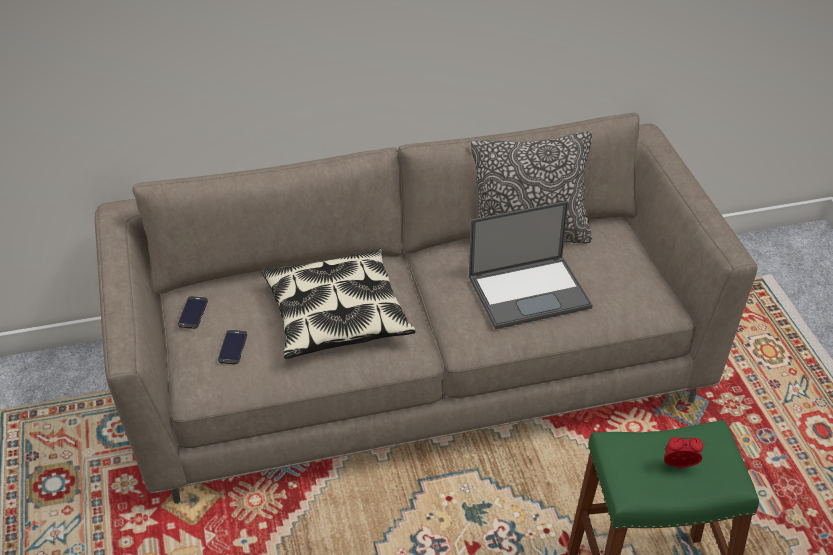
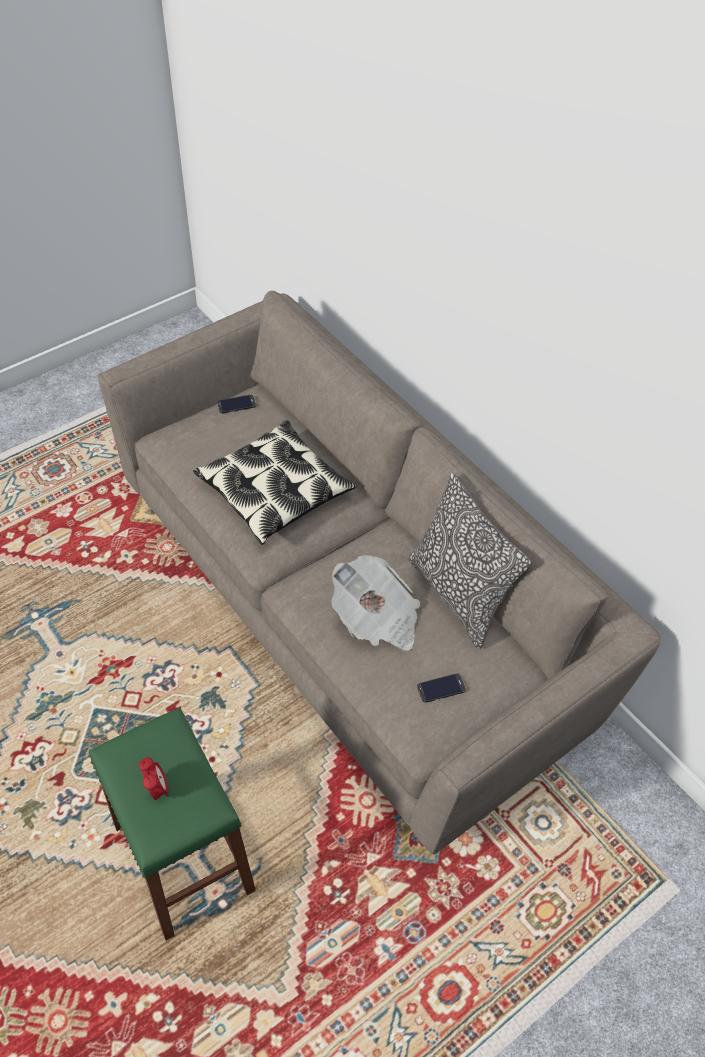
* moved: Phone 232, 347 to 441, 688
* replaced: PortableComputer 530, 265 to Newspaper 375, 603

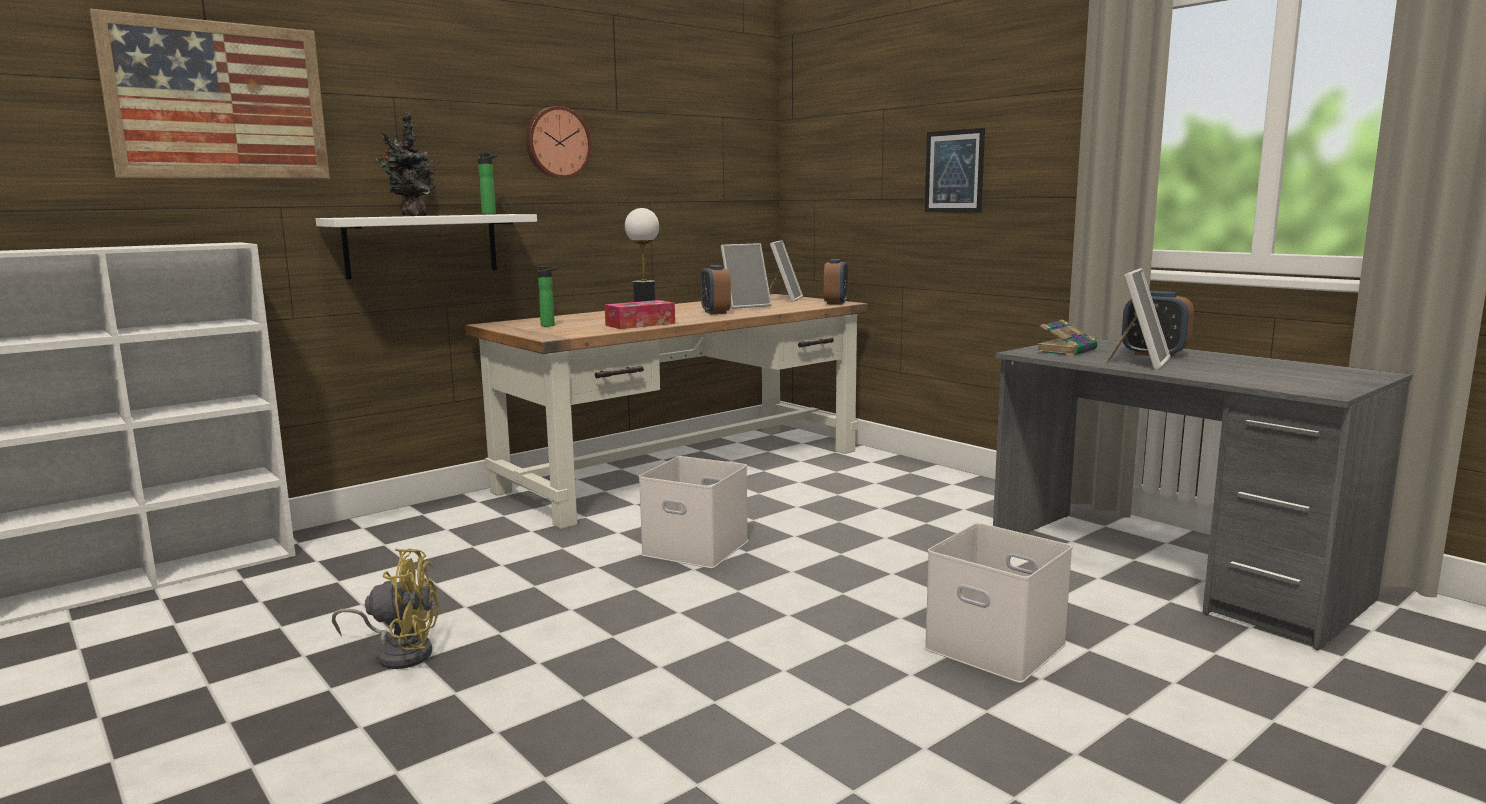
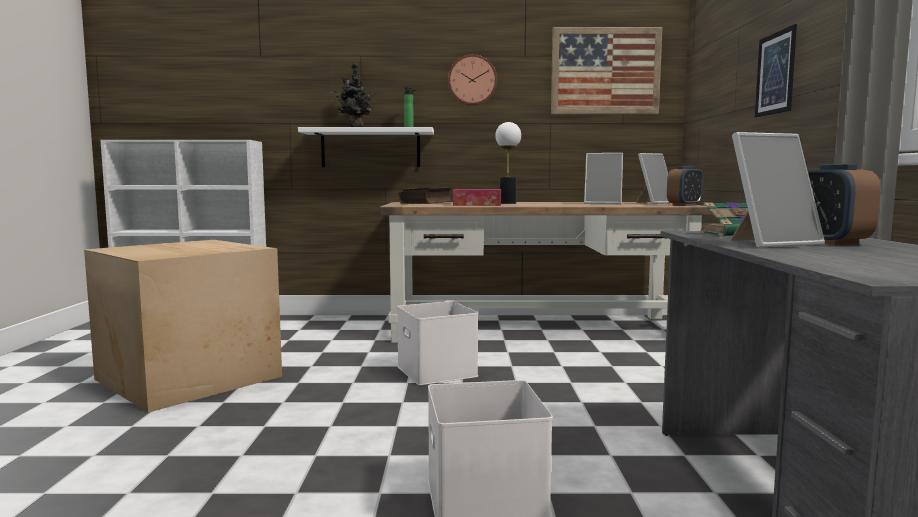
* removed: AlarmClock 715, 289
* moved: WallArt 210, 94 to 606, 70
* replaced: YellowishFan 385, 608 to PackingBox 183, 326
* replaced: Bottle 547, 296 to BoundBook 425, 195

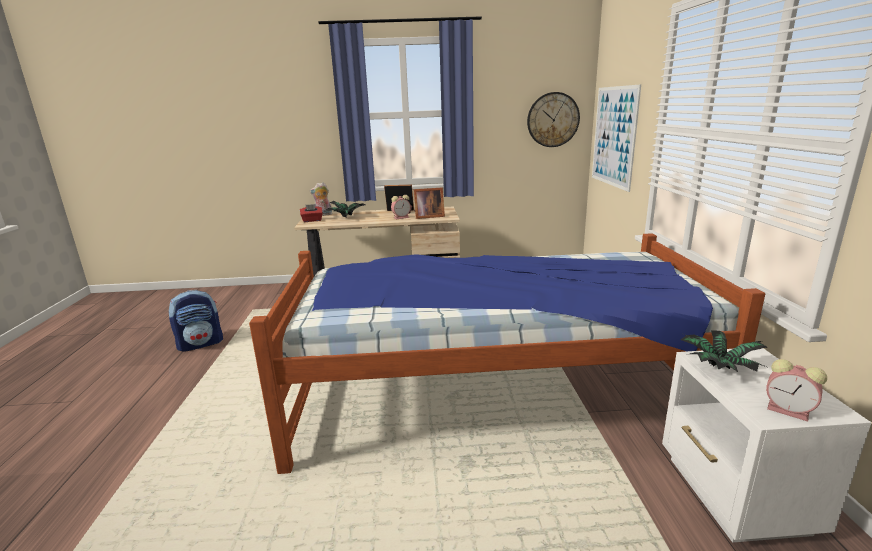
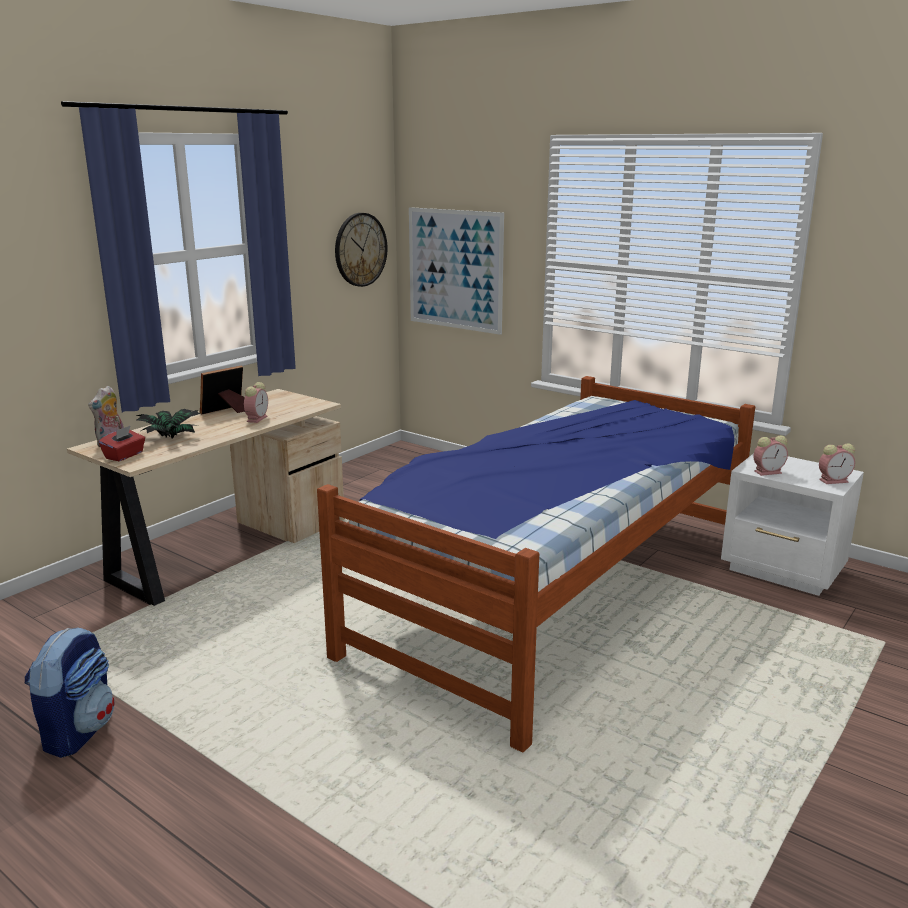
* removed: PictureFrame 429, 203
* replaced: PottedPlant 724, 351 to AlarmClock 770, 455

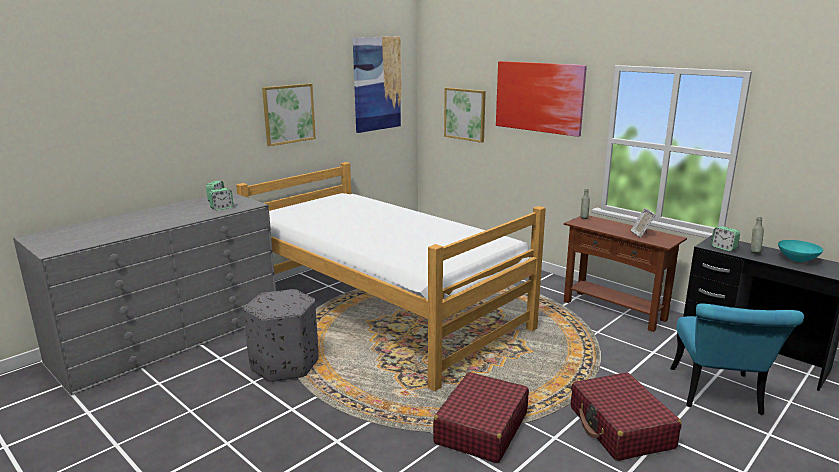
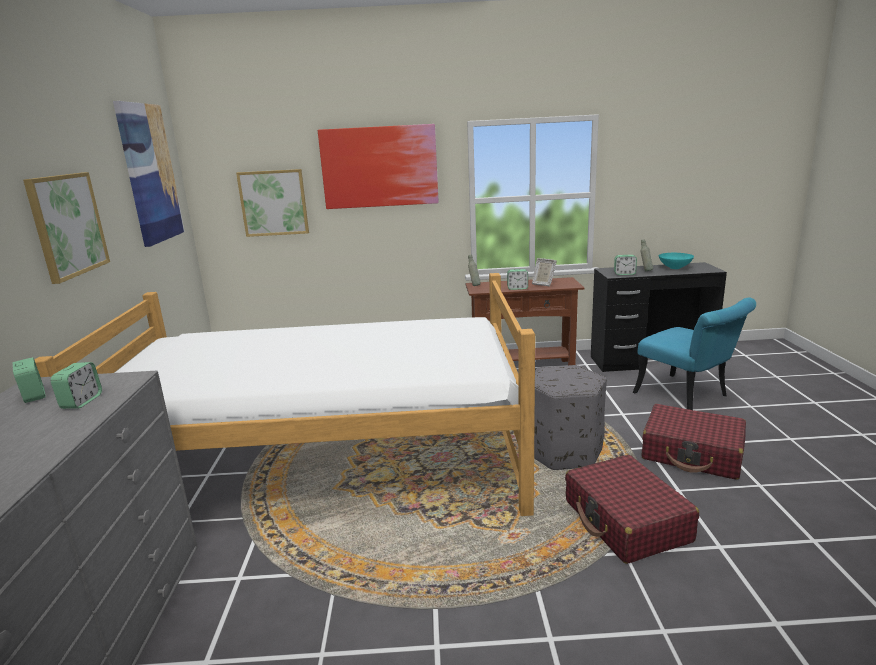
* added: AlarmClock 517, 279
* moved: GreyPouffe 281, 336 to 570, 417

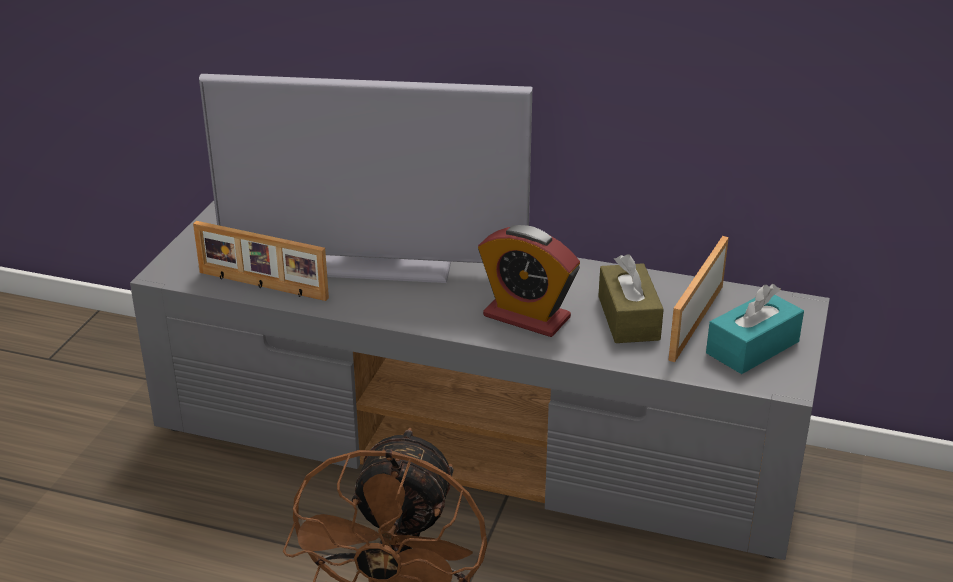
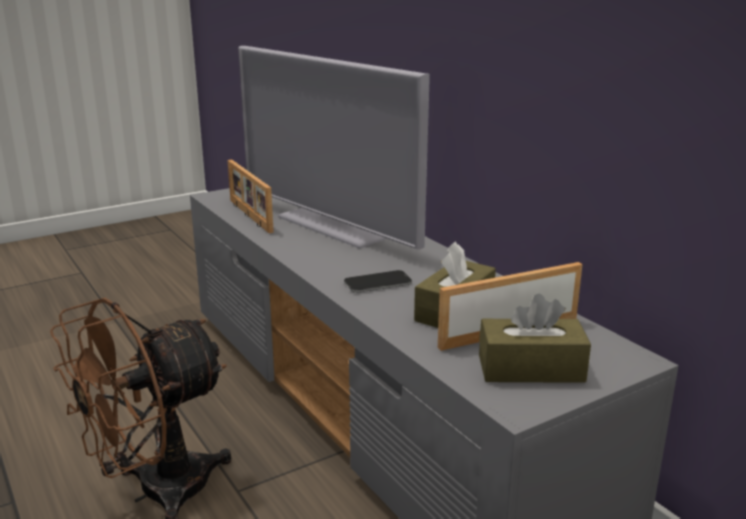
* replaced: AlarmClock 529, 281 to Phone 378, 281
* recoloured: TurquoiseTissueHolder 755, 329 to BrownishTissueHolder 535, 338

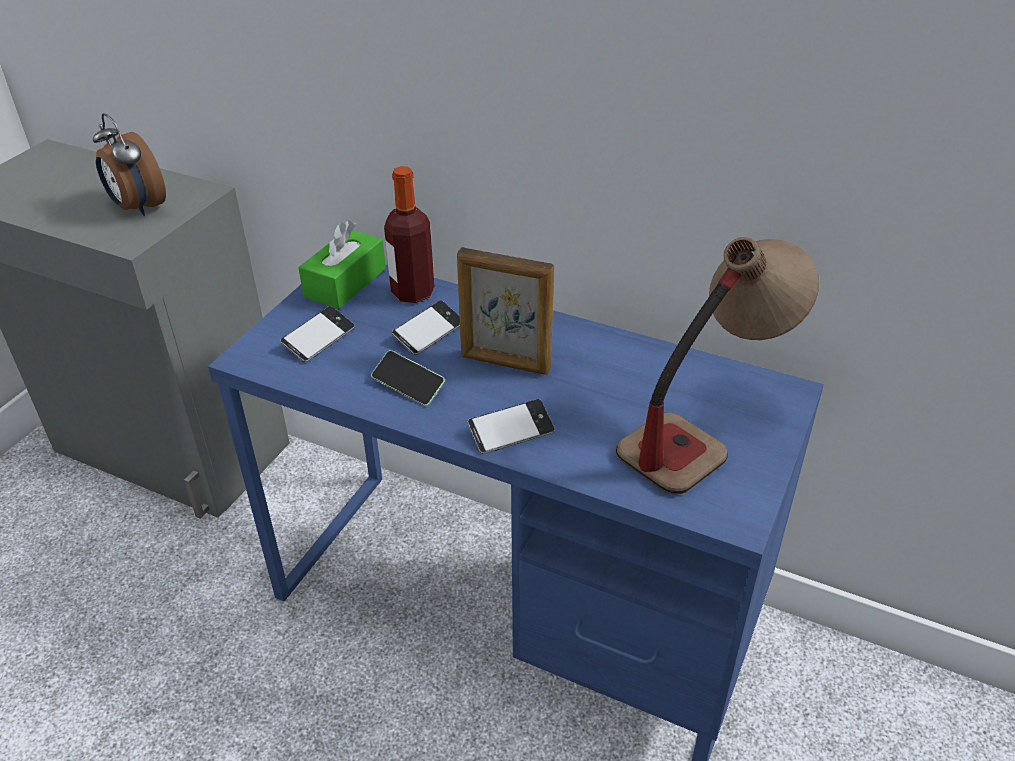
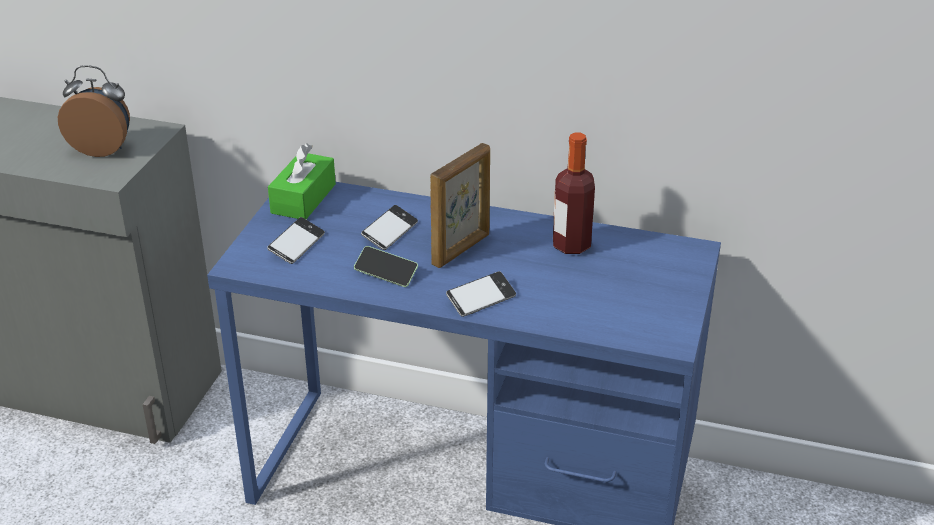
* removed: TableLamp 717, 366
* moved: Bottle 409, 234 to 574, 193
* turned: AlarmClock 129, 164 = 94, 111 150 degrees clockwise
* turned: PictureFrame 505, 311 = 460, 205 60 degrees counterclockwise

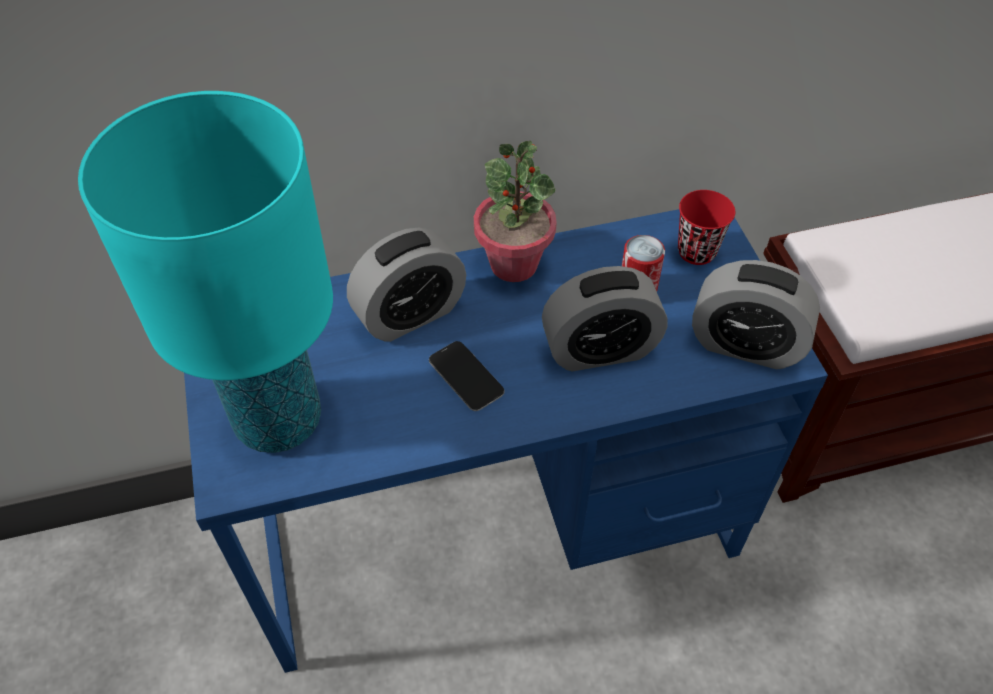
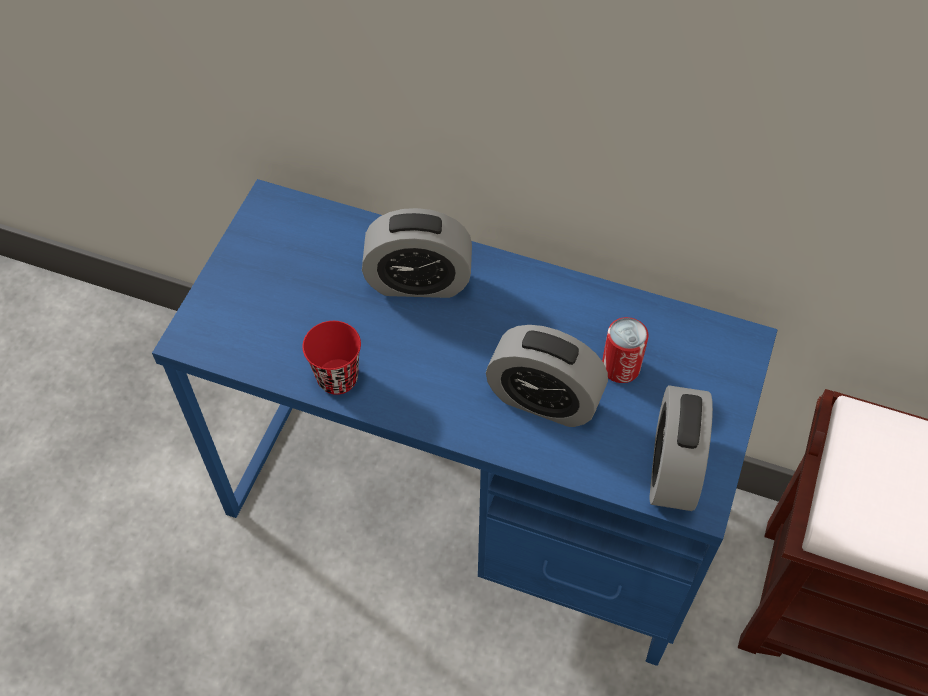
* removed: TurquoiseTableLamp 205, 272
* removed: Phone 467, 376
* removed: PottedPlant 515, 211
* moved: RedColouredSmallCup 706, 227 to 331, 358
* turned: AlarmClock 756, 314 = 681, 448 45 degrees clockwise

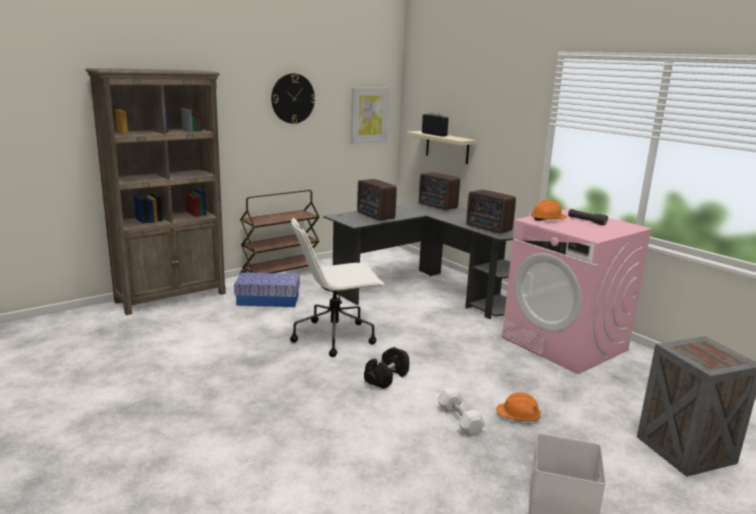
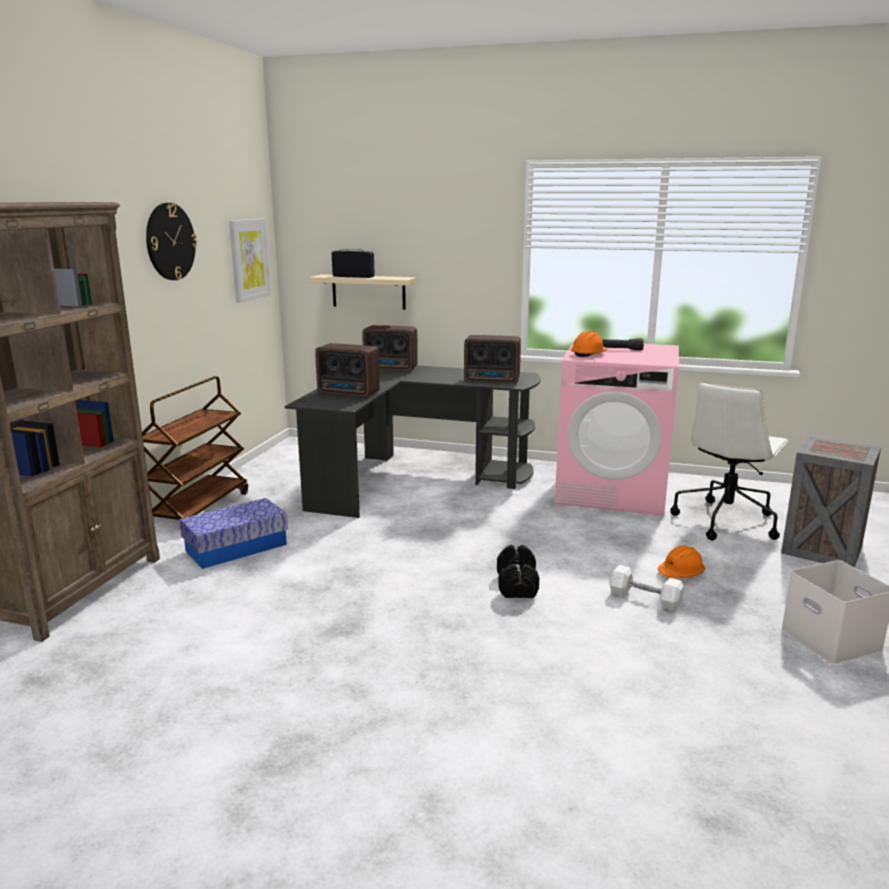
* moved: WhiteDeskChair 337, 287 to 730, 461

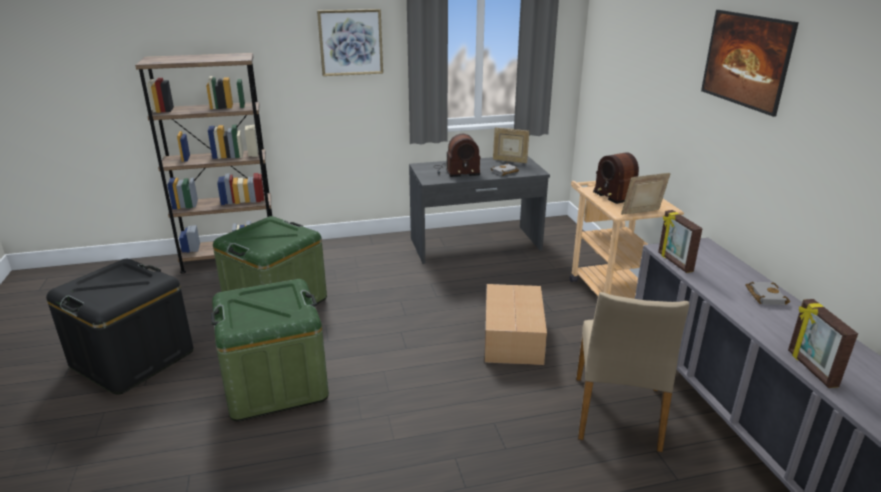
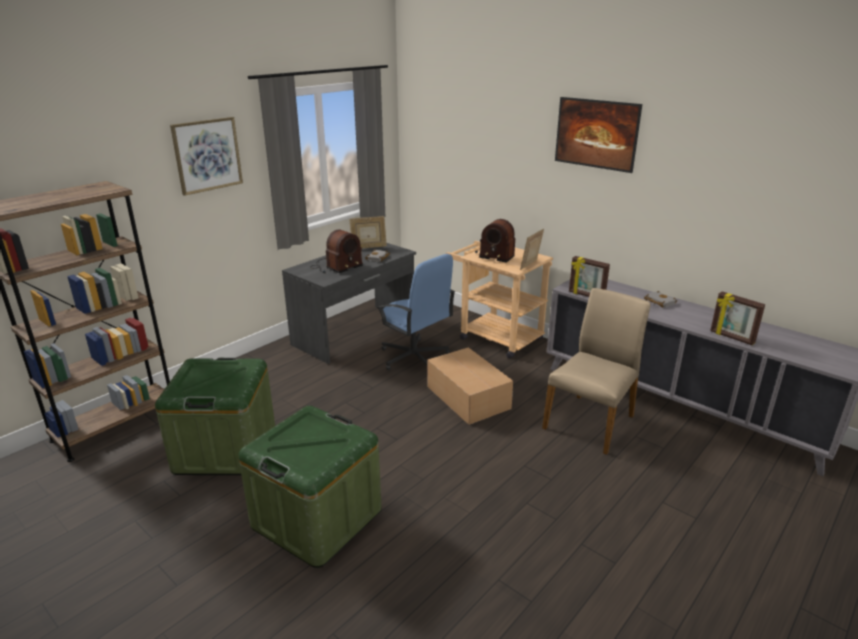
* removed: BlackColouredStorageBox 119, 327
* added: BluishDeskChair 416, 312
* turned: SandColouredUprightChair 632, 372 = 596, 371 120 degrees counterclockwise

